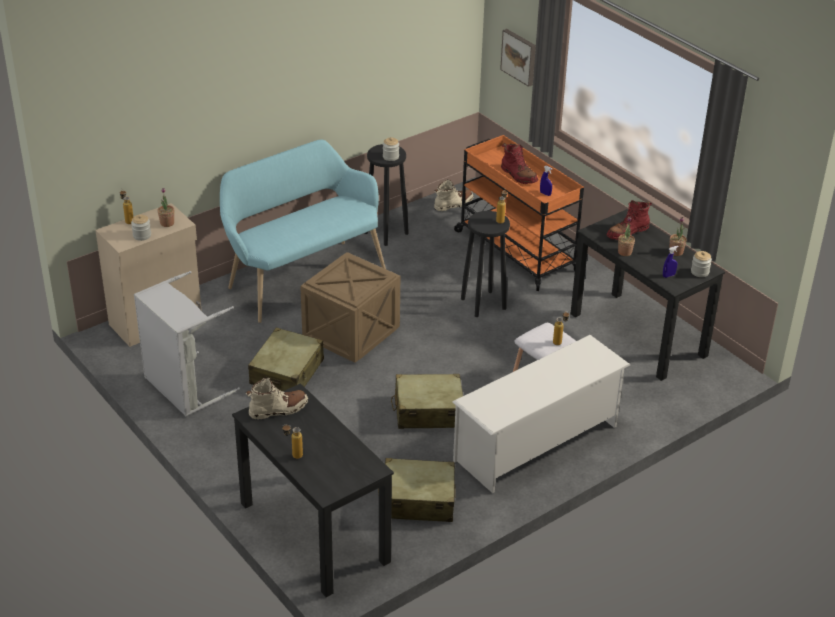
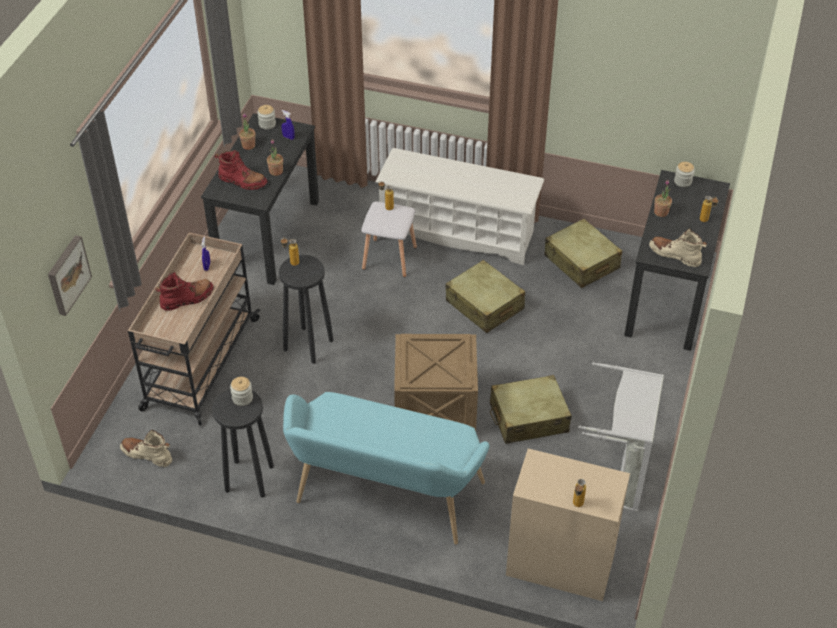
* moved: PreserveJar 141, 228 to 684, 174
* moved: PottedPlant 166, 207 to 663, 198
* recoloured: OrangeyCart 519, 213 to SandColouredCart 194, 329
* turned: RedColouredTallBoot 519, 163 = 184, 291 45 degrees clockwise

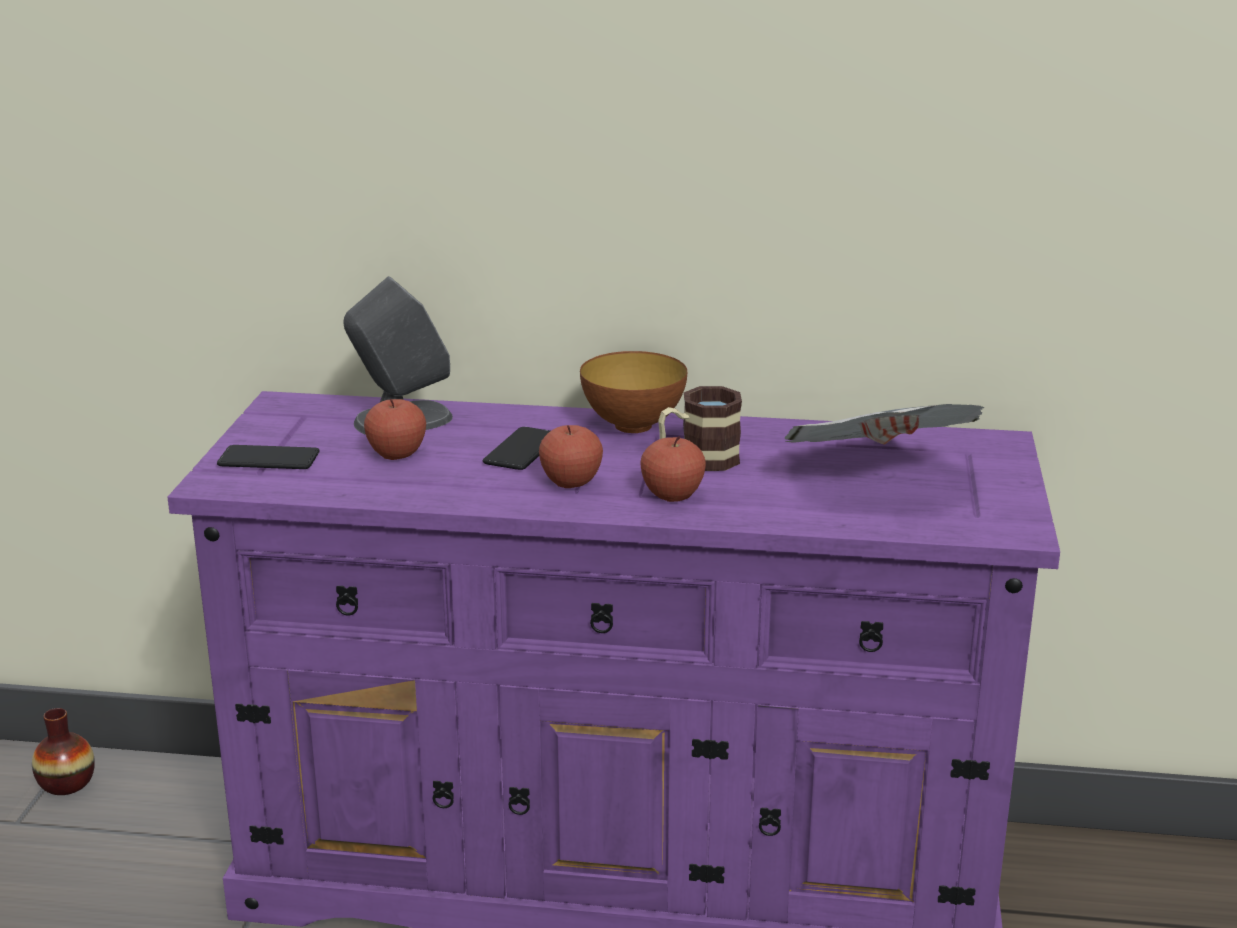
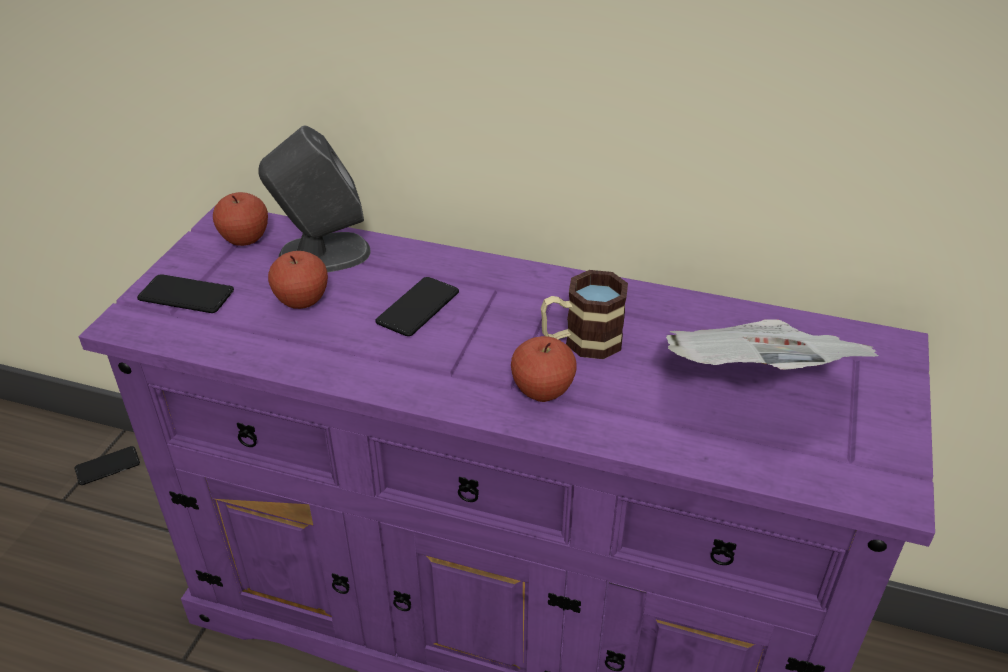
* removed: DeepDish 633, 392
* moved: WholeApple 571, 456 to 240, 219
* replaced: Vase 63, 751 to Phone 107, 465

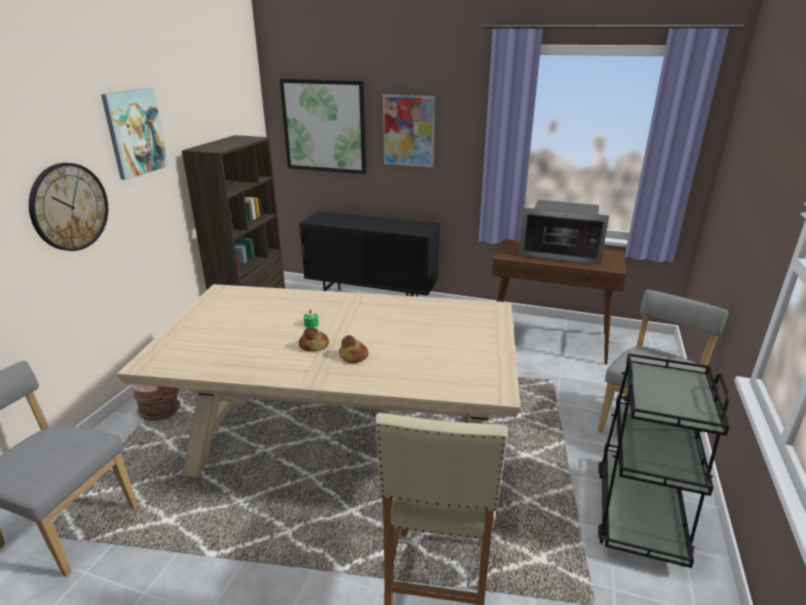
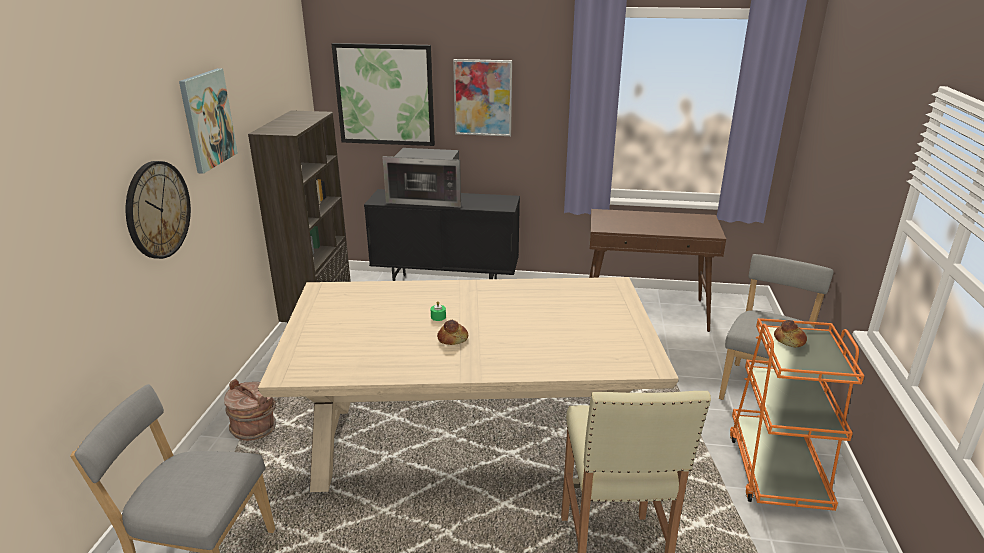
* moved: BakedBread 353, 349 to 790, 333
* moved: Microwave 564, 232 to 421, 177
* recoloured: BlackColouredCart 664, 460 to OrangeyCart 797, 414

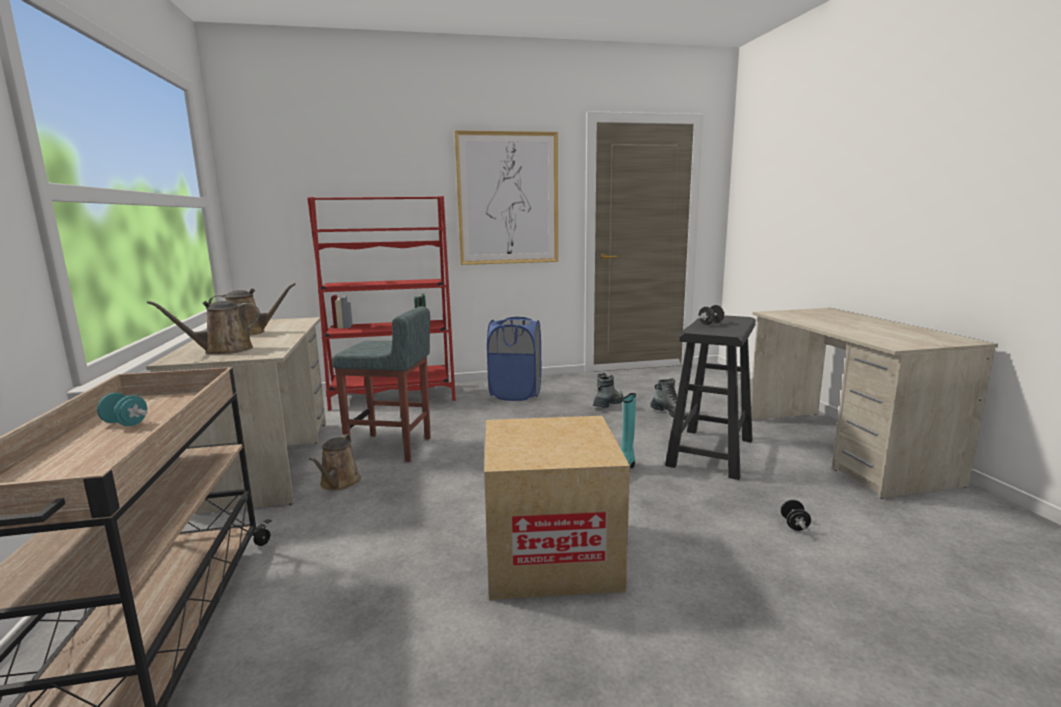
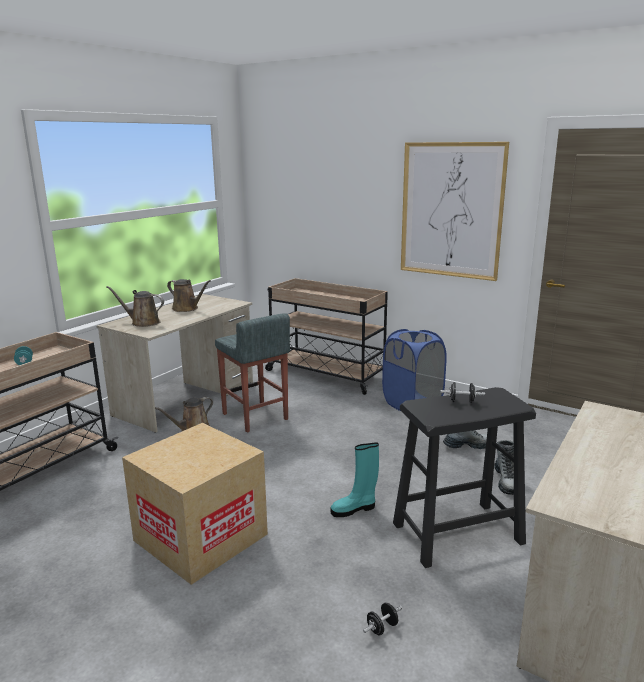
* replaced: RedColouredShelvingUnit 381, 303 to SandColouredCart 326, 336

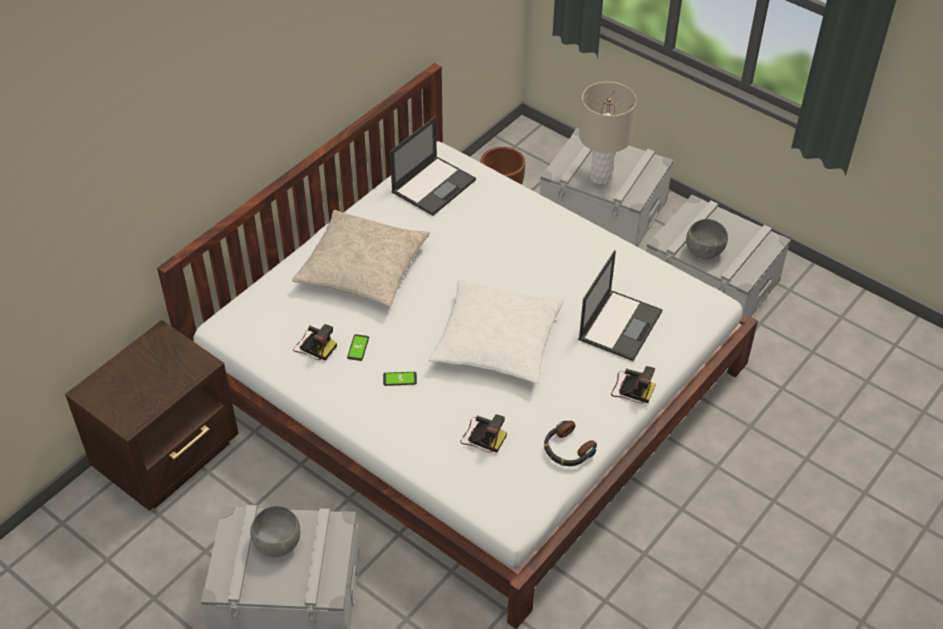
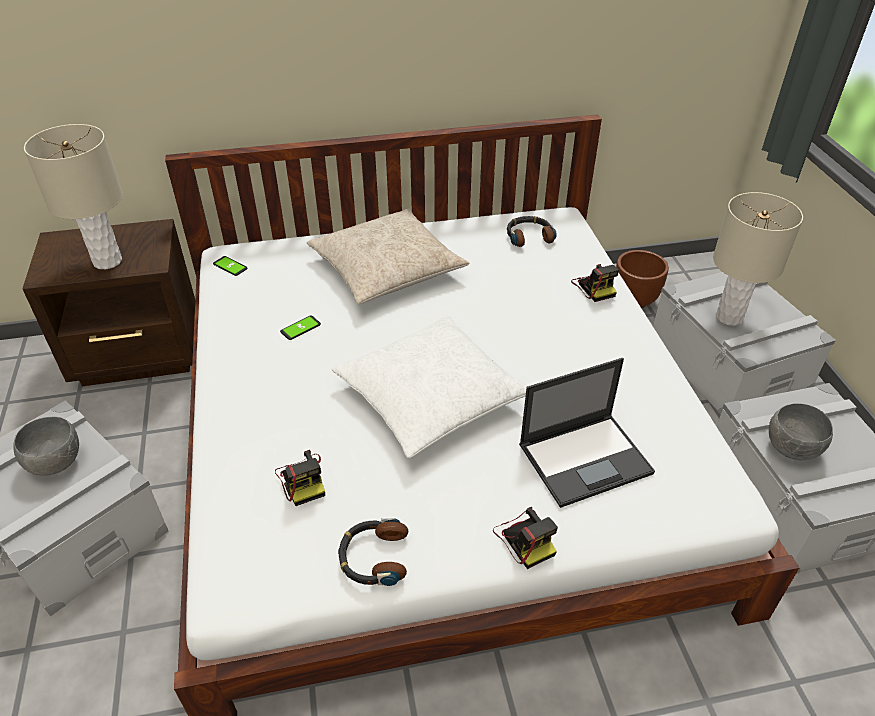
* added: SandColouredTableLamp 73, 196
* moved: PhotoCamera 315, 342 to 595, 283
* moved: Phone 400, 379 to 230, 266
* replaced: PortableComputer 433, 166 to Headset 532, 231

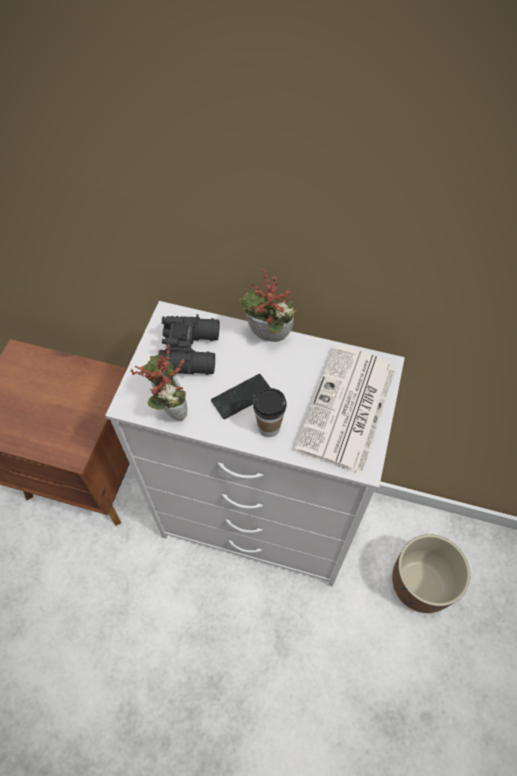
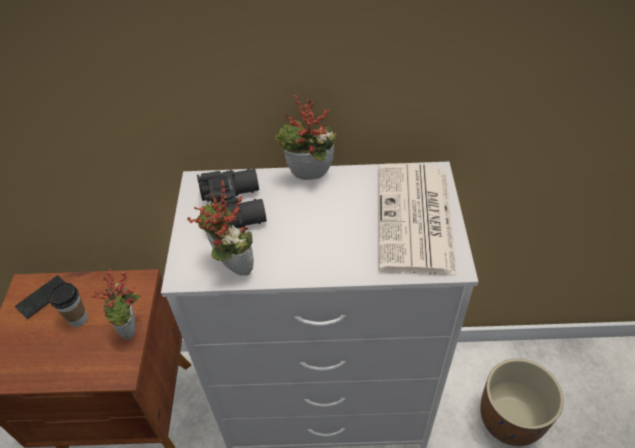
* added: PottedPlant 115, 304
* moved: Phone 240, 396 to 40, 297
* moved: SmallCup 270, 412 to 68, 305

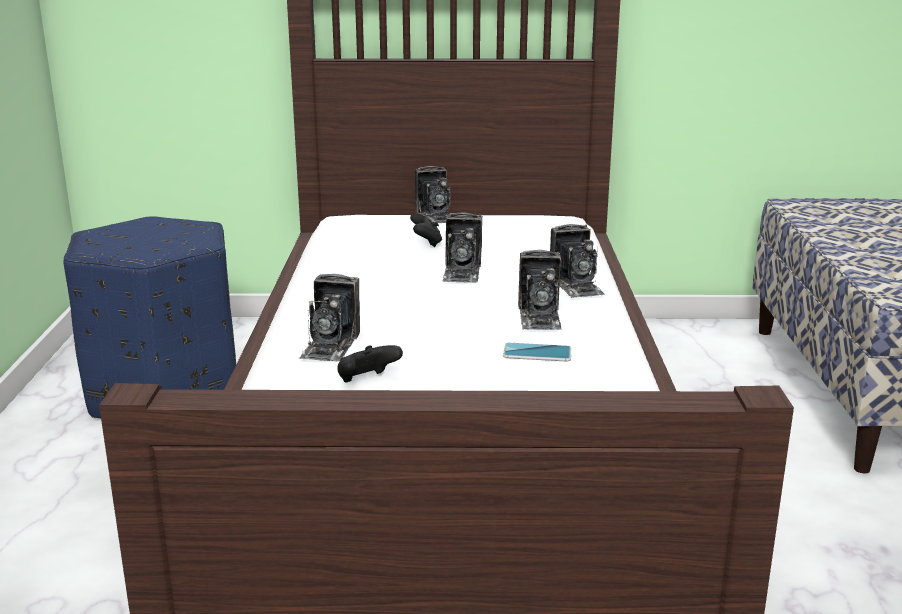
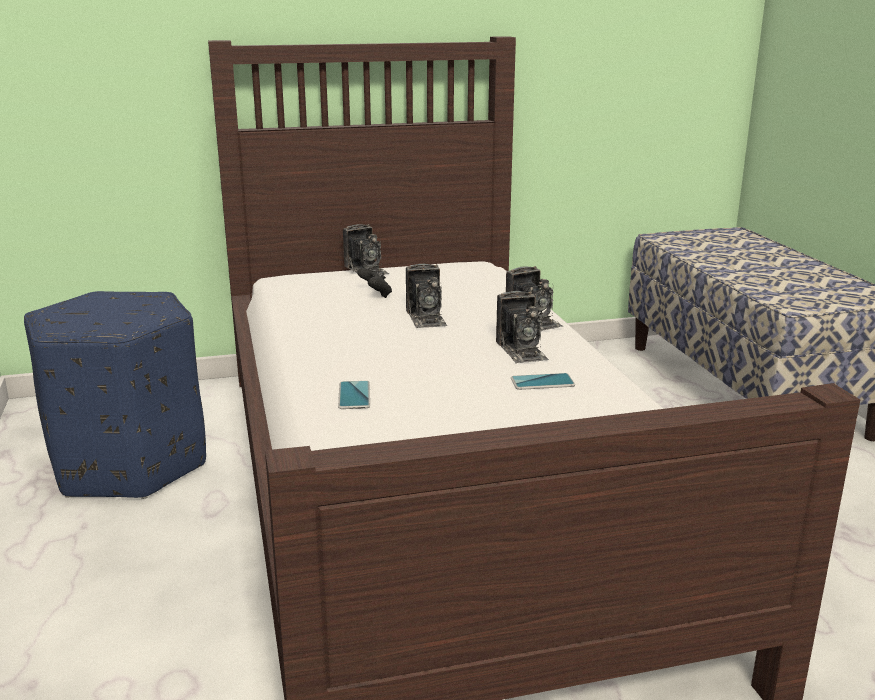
* removed: BlackColouredGamepad 370, 364
* replaced: PhotoCamera 329, 318 to Phone 354, 395

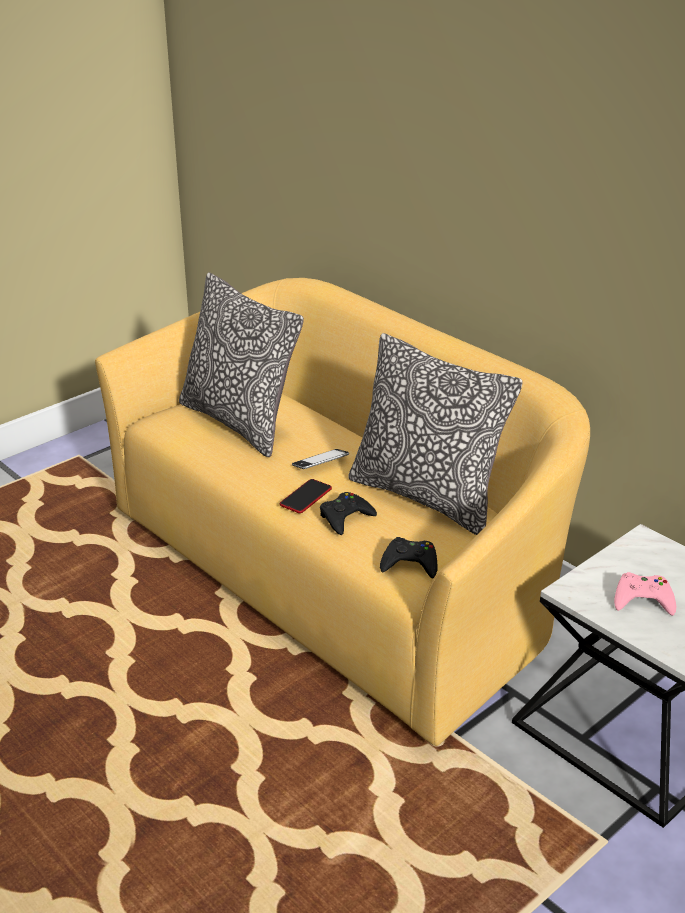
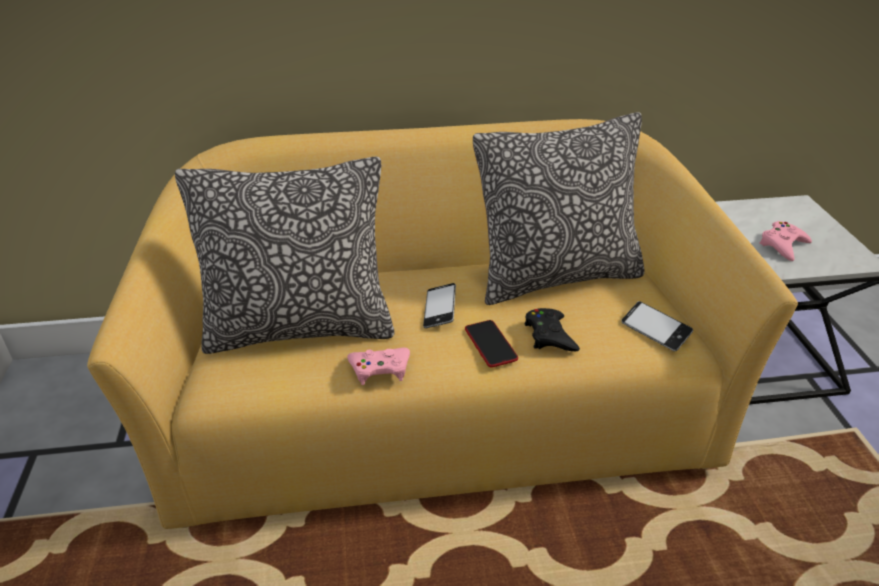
* added: PinkishGamepad 378, 366
* replaced: BlackColouredGamepad 408, 557 to Phone 657, 326

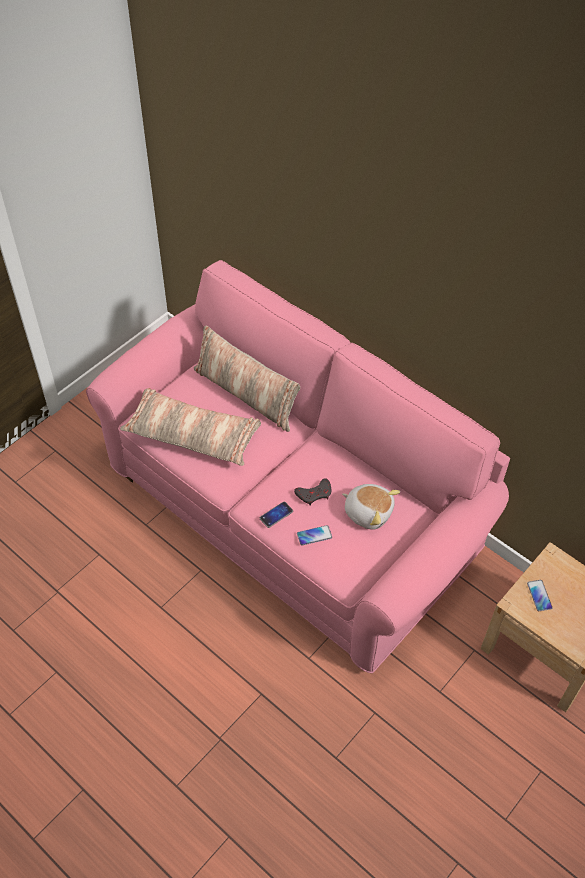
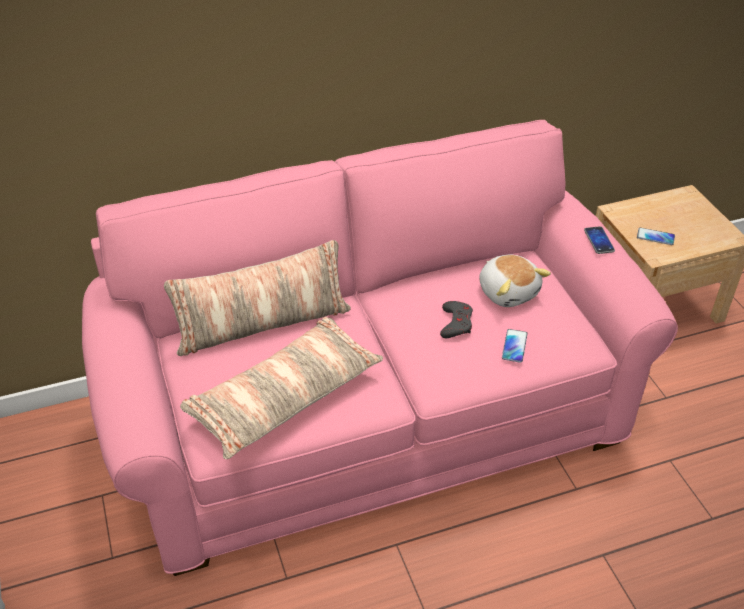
* moved: Phone 276, 515 to 599, 240
* turned: SoftToy 371, 507 = 515, 281 90 degrees clockwise

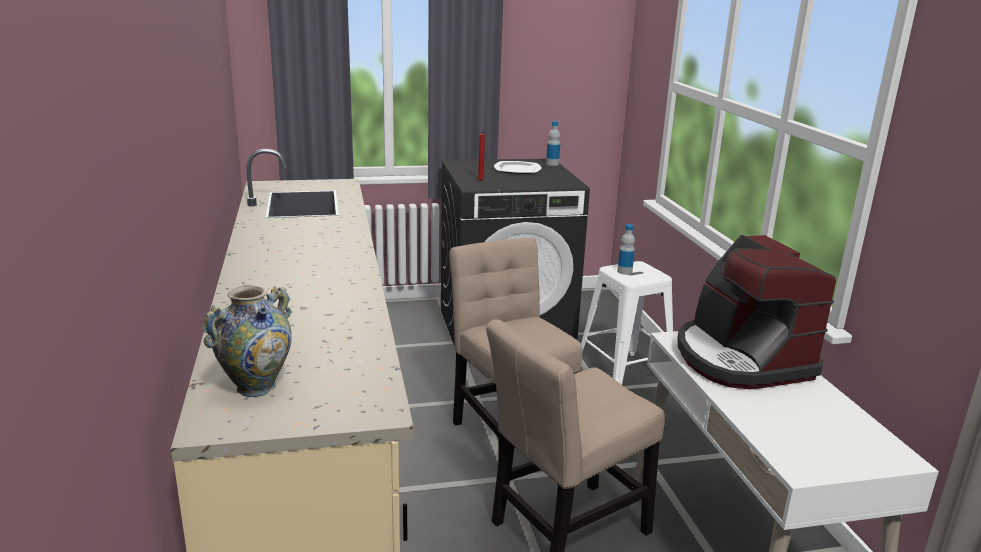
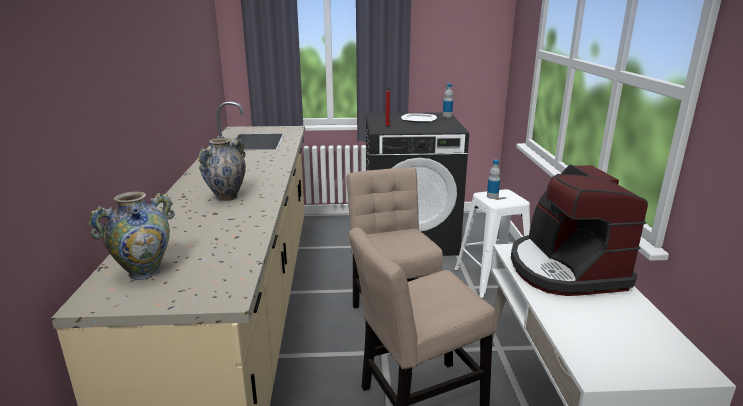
* added: Vase 222, 169

